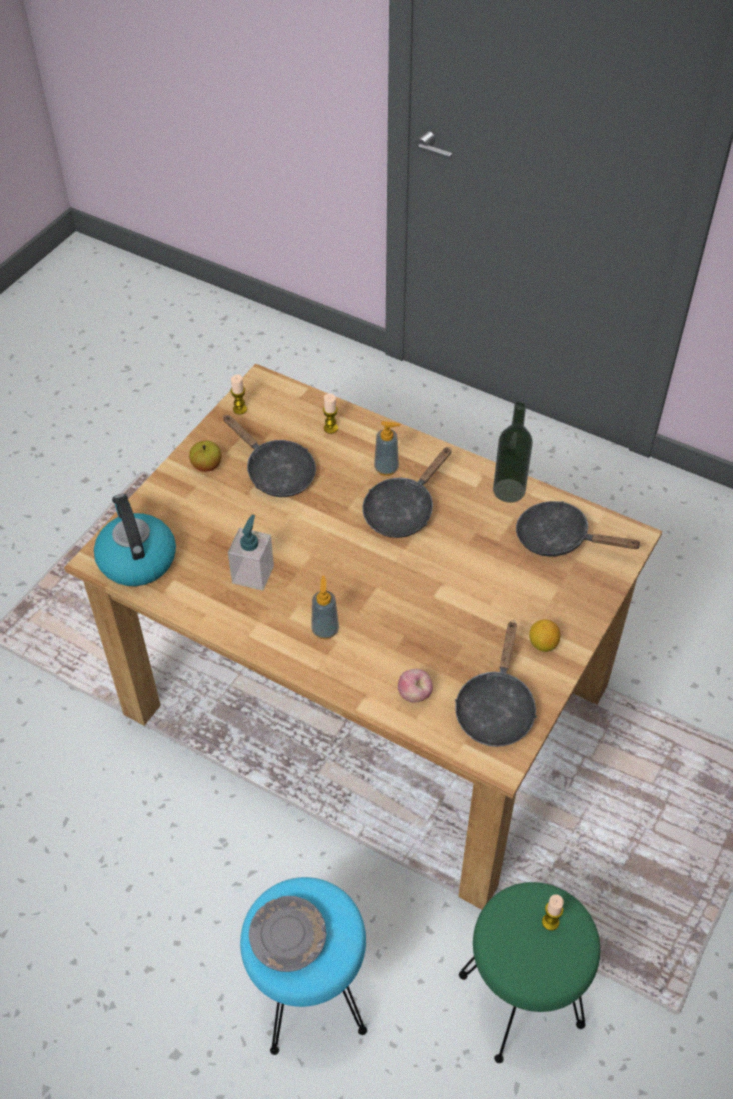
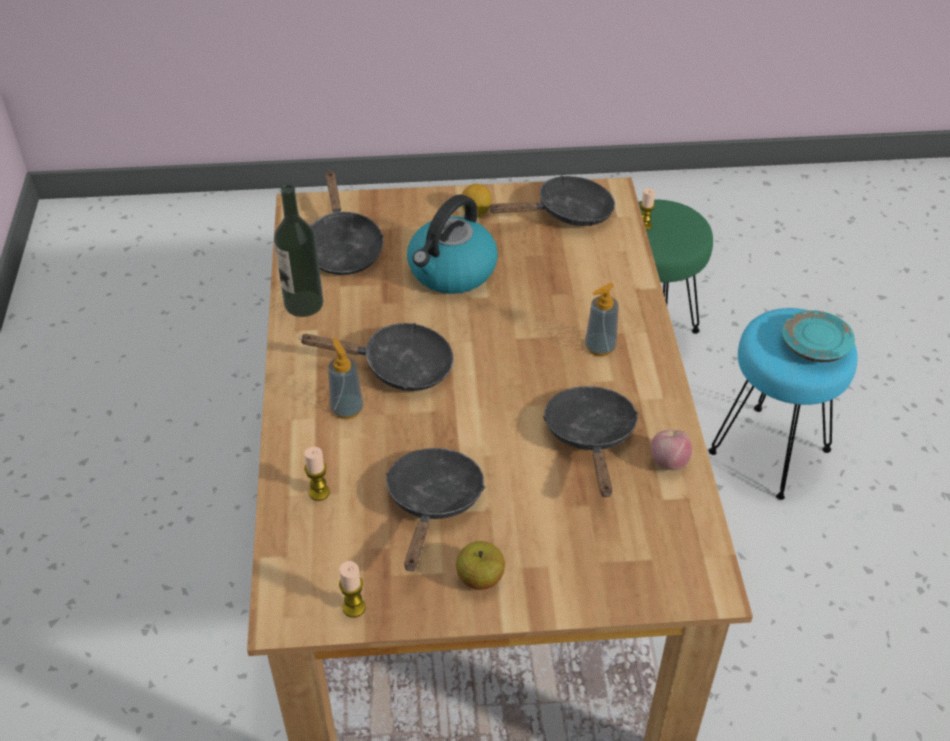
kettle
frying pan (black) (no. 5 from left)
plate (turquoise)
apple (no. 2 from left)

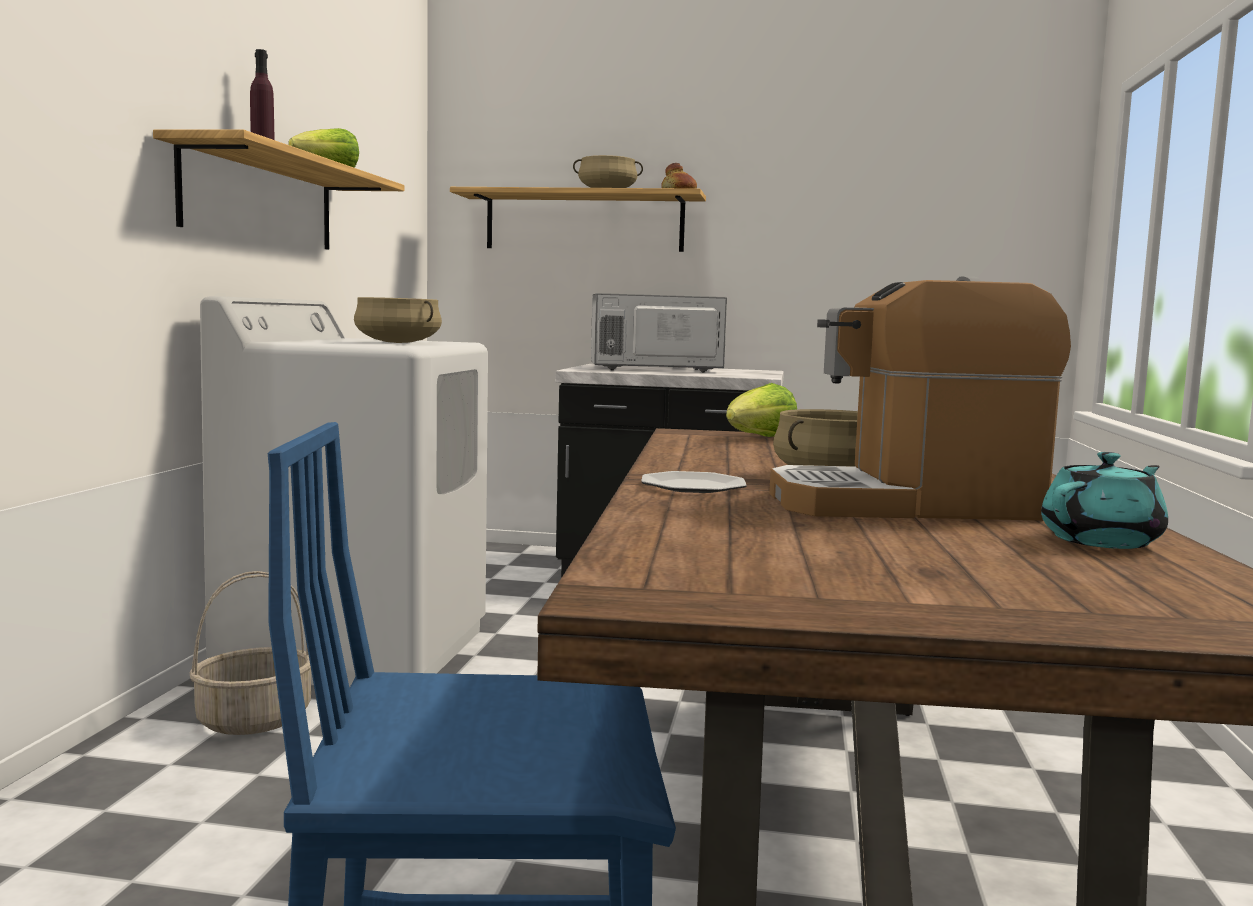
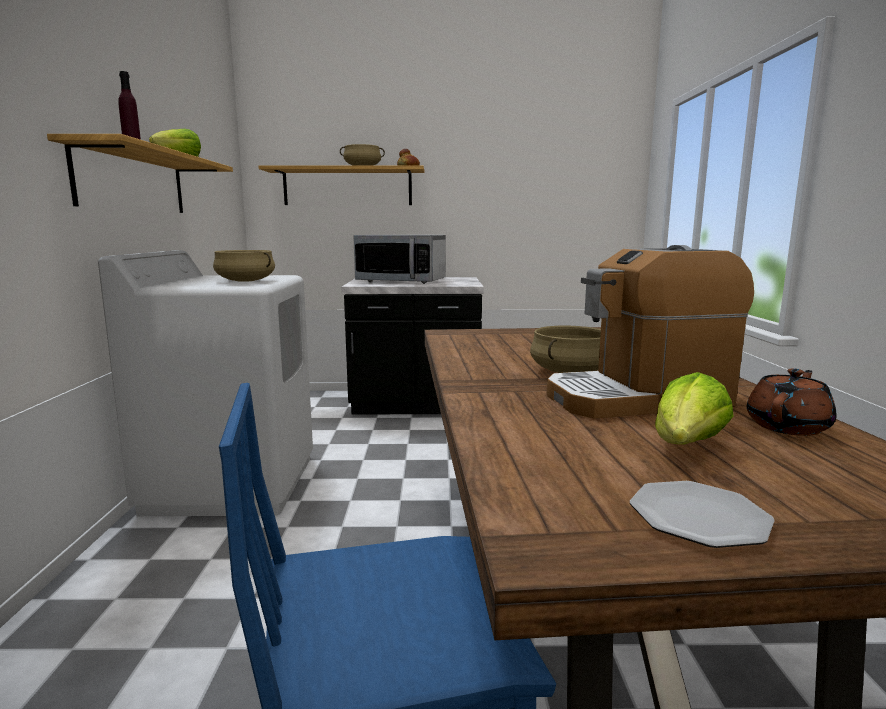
basket
microwave
plate
lettuce (no. 2 from left)
teapot (brown)

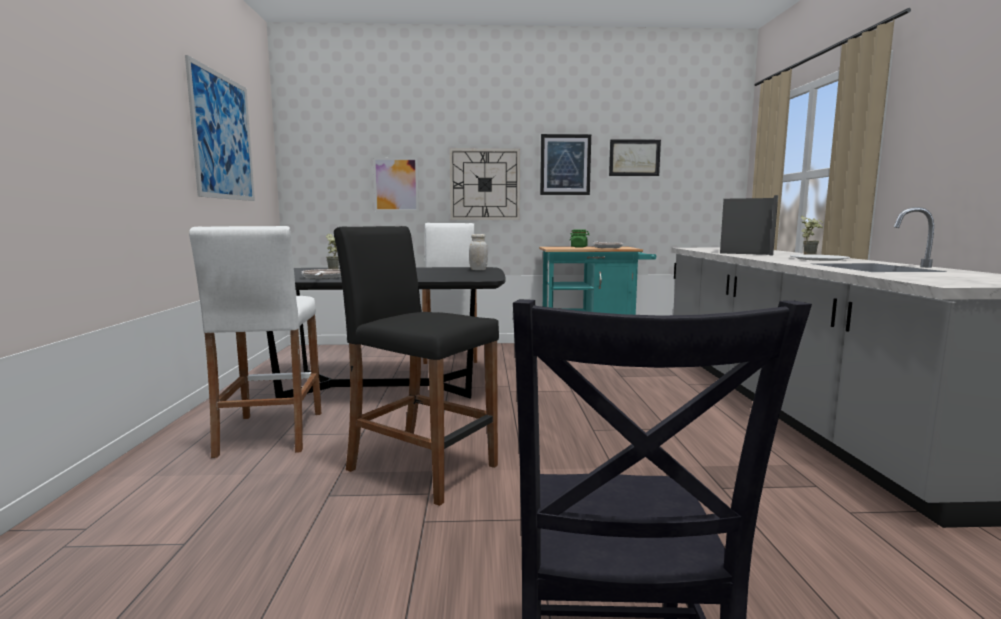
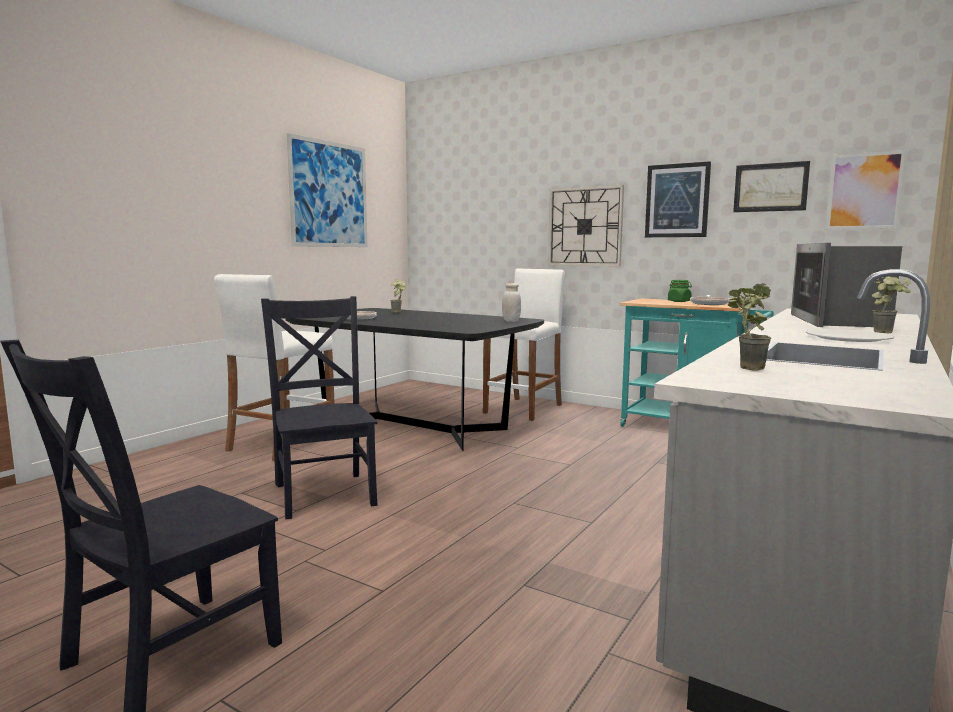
chair (black) (no. 2 from left)
picture (no. 4 from left)
microwave
potted plant (no. 2 from left)

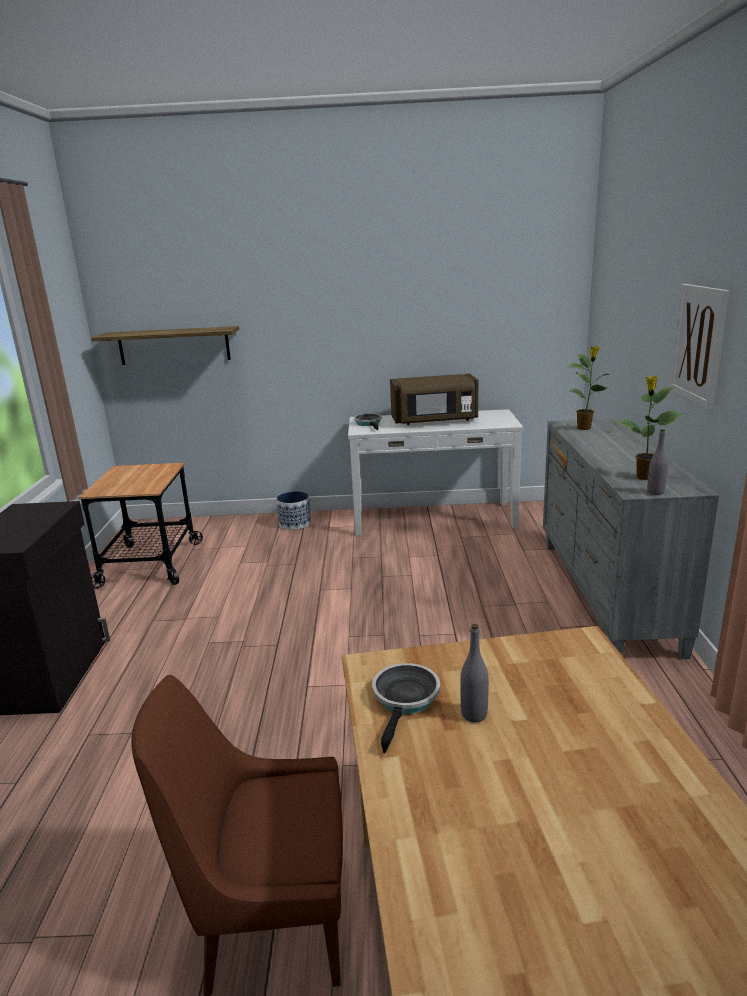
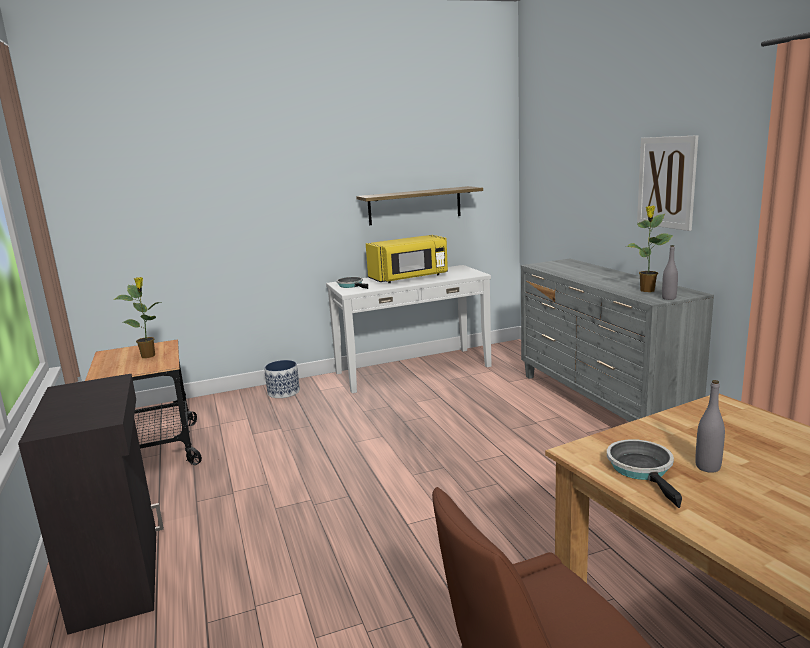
shelf
microwave (yellow)
potted plant (no. 1 from left)

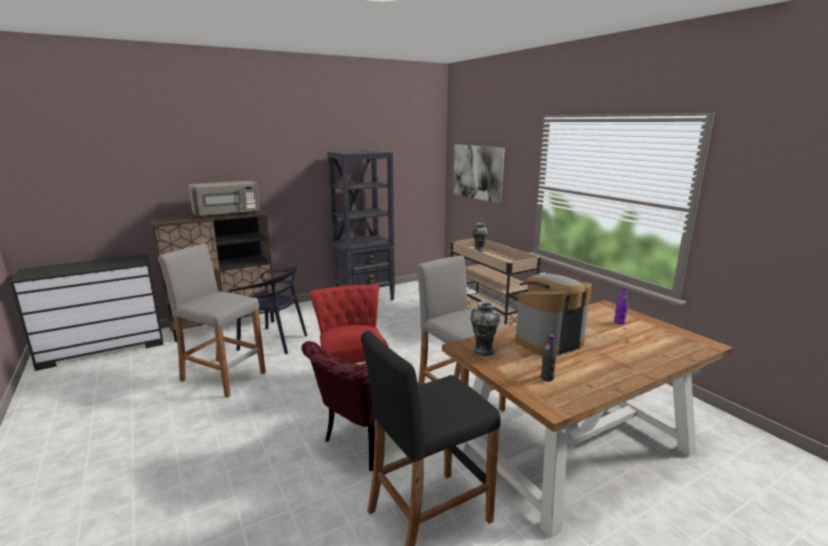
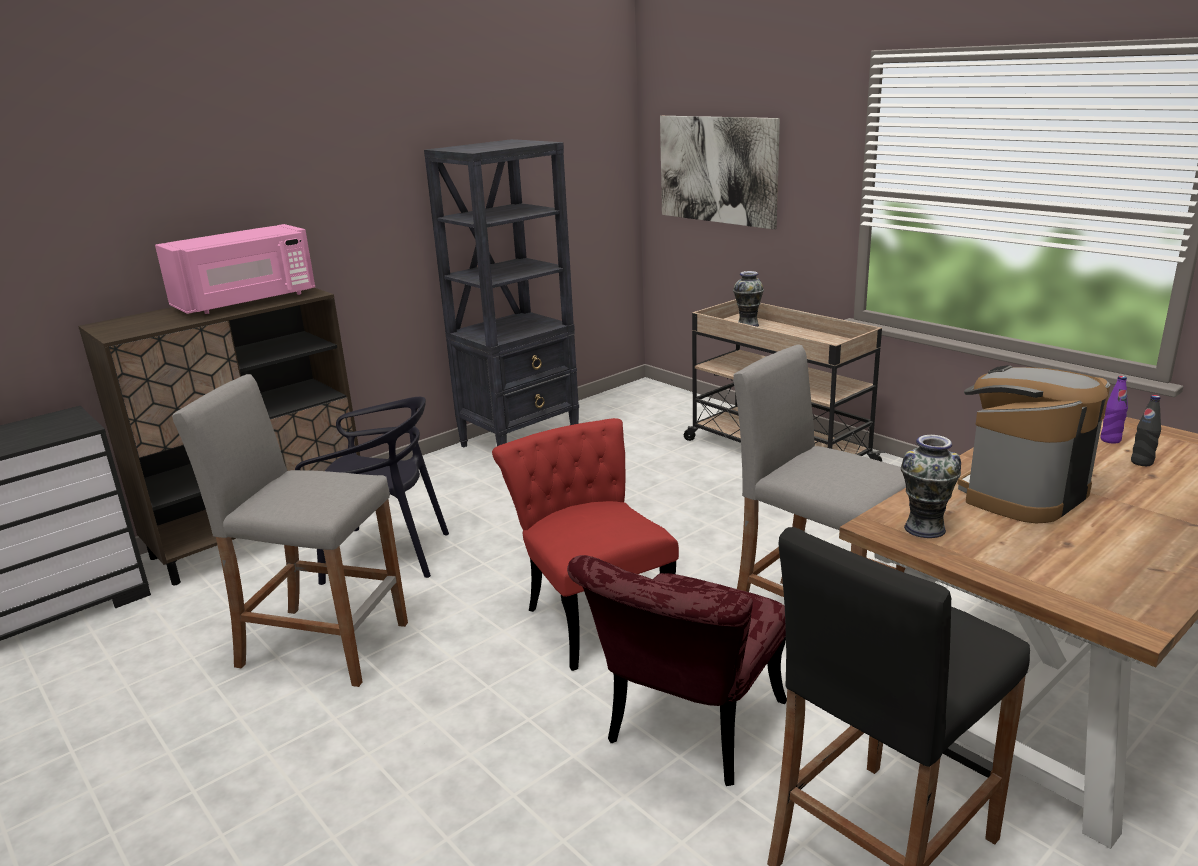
microwave (pink)
bottle (black)

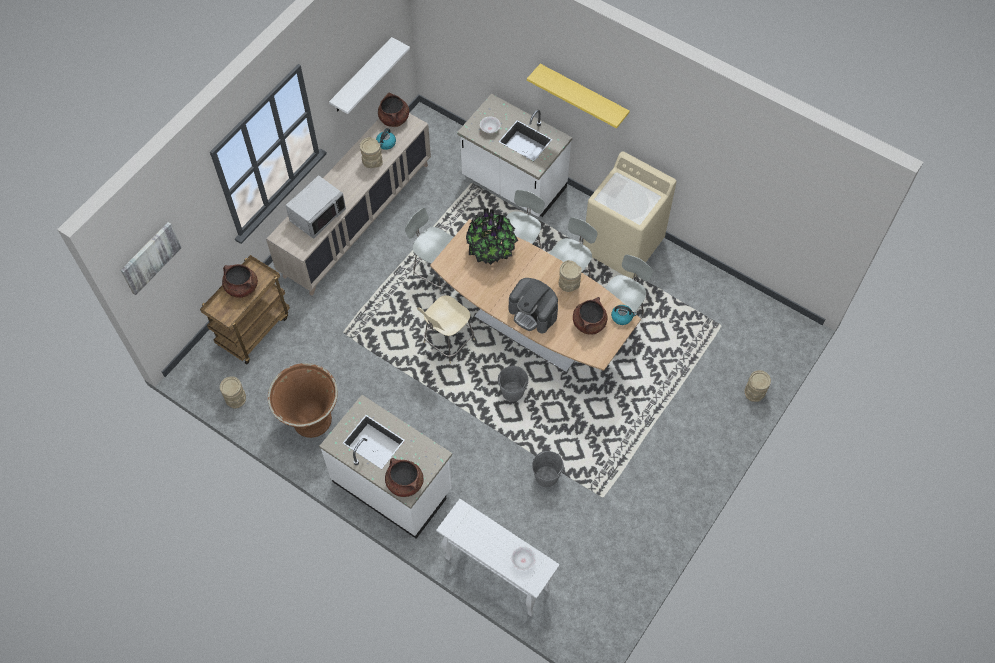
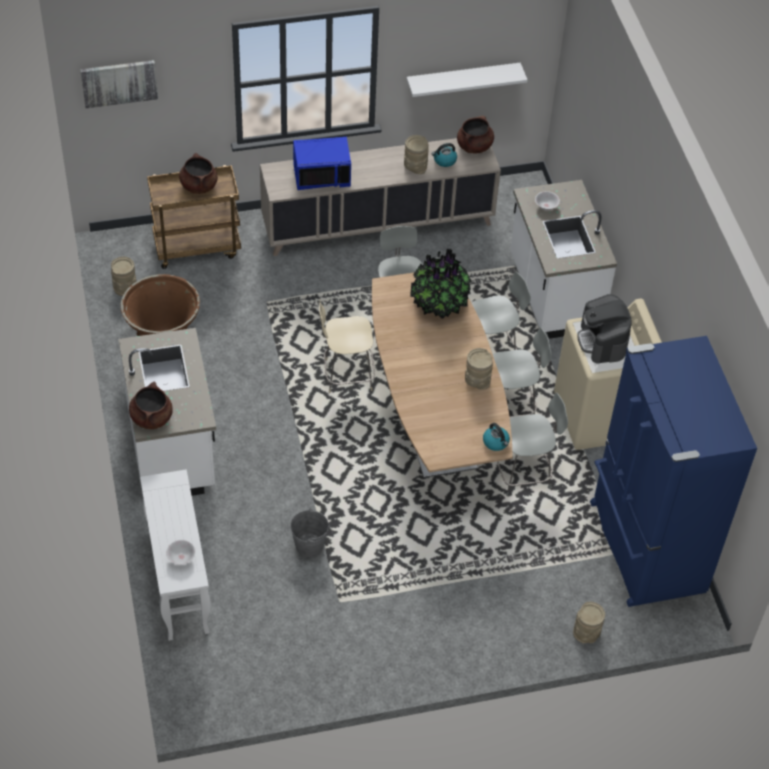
microwave (blue)
bucket (grey) (no. 1 from left in the first image)
coffee machine
shelf (yellow)
cooking pot (brown) (no. 4 from left in the first image)
fridge (blue)

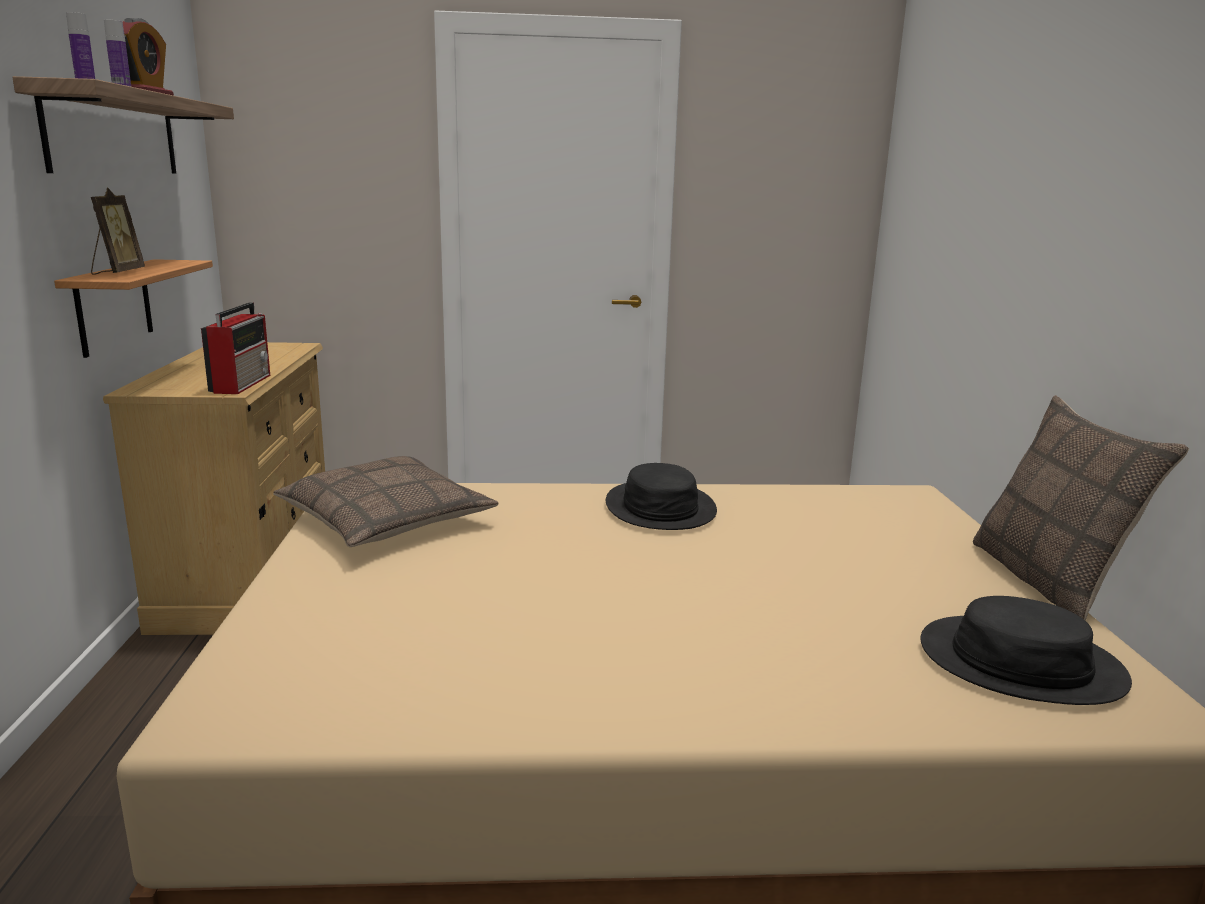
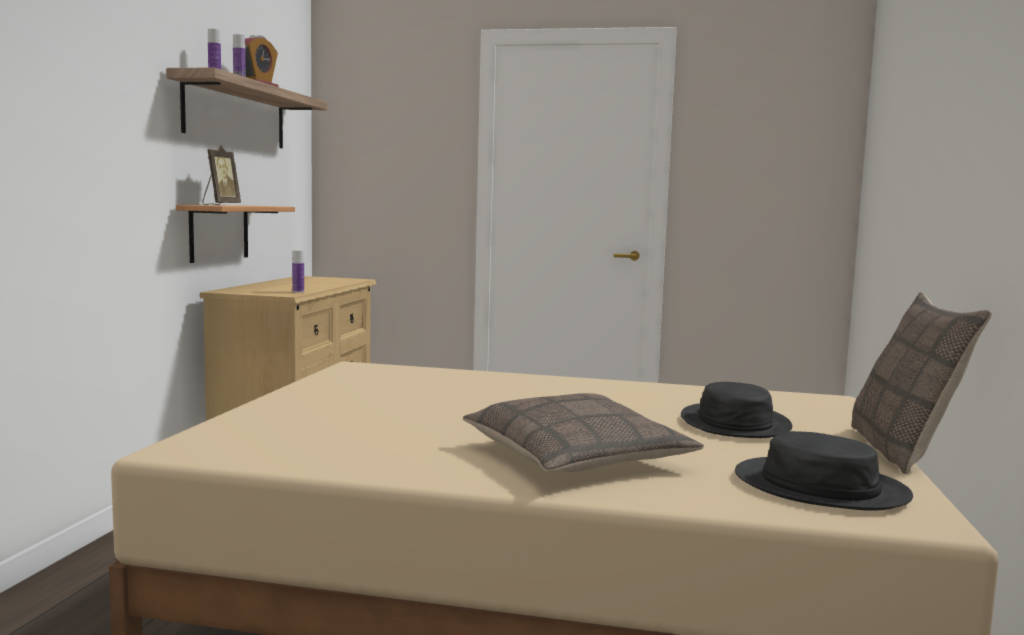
bottle (no. 3 from left)
pillow (no. 1 from left)
hat (black) (no. 1 from left)

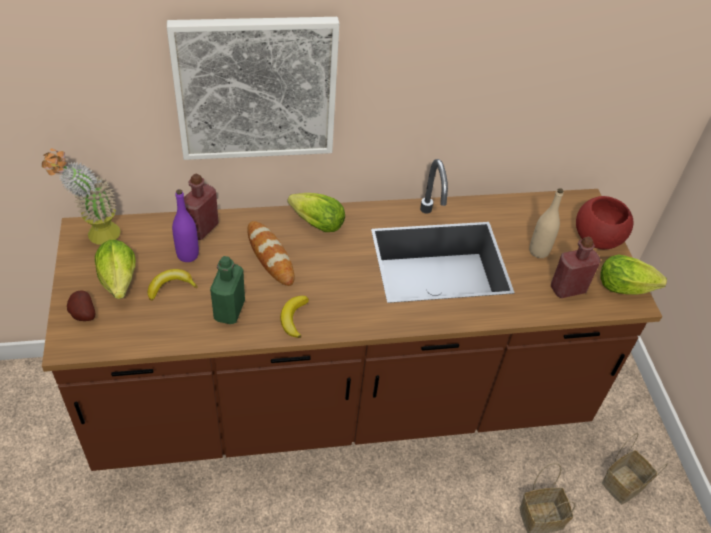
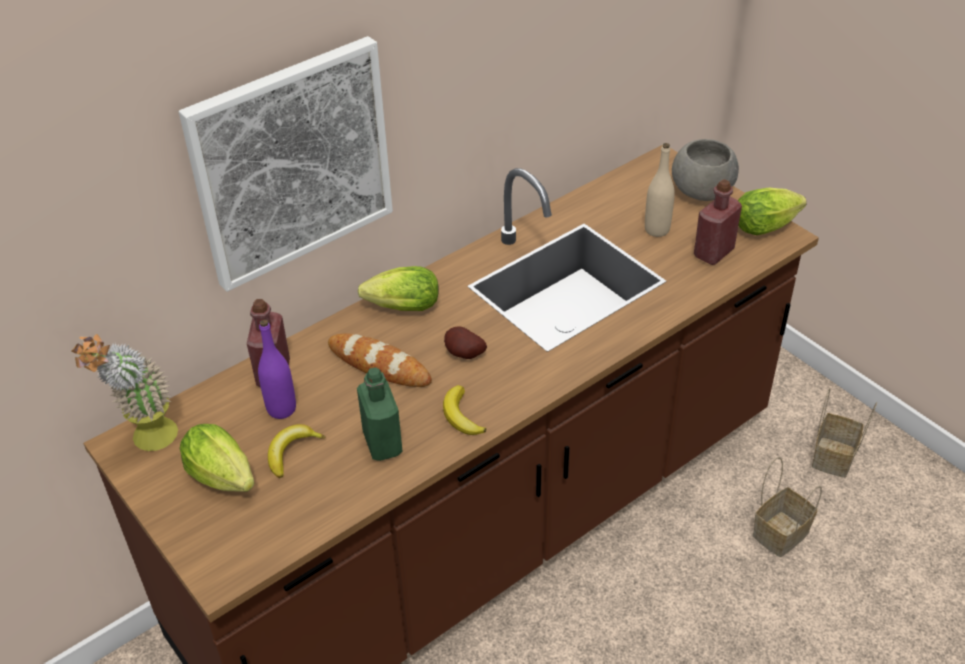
potato
bowl (grey)

